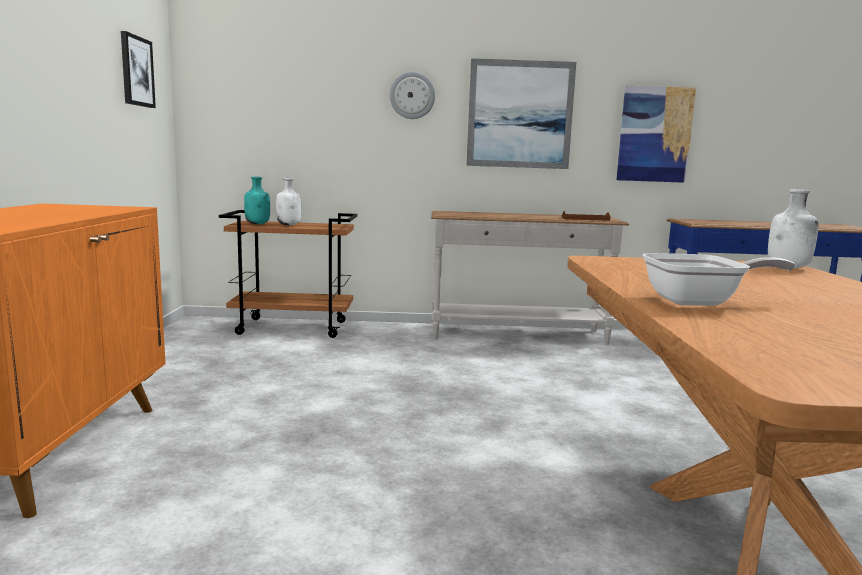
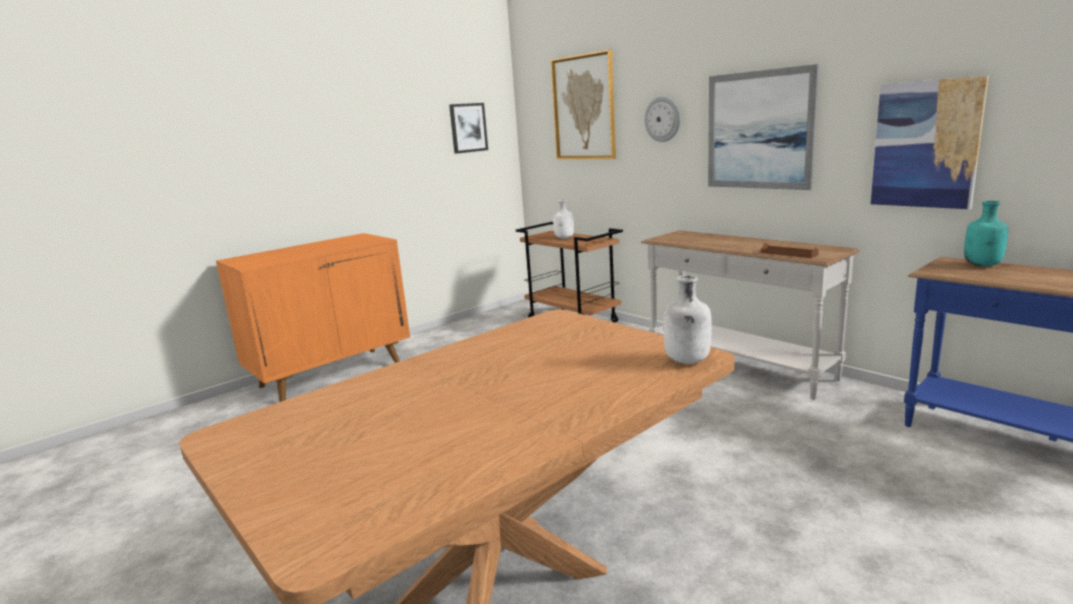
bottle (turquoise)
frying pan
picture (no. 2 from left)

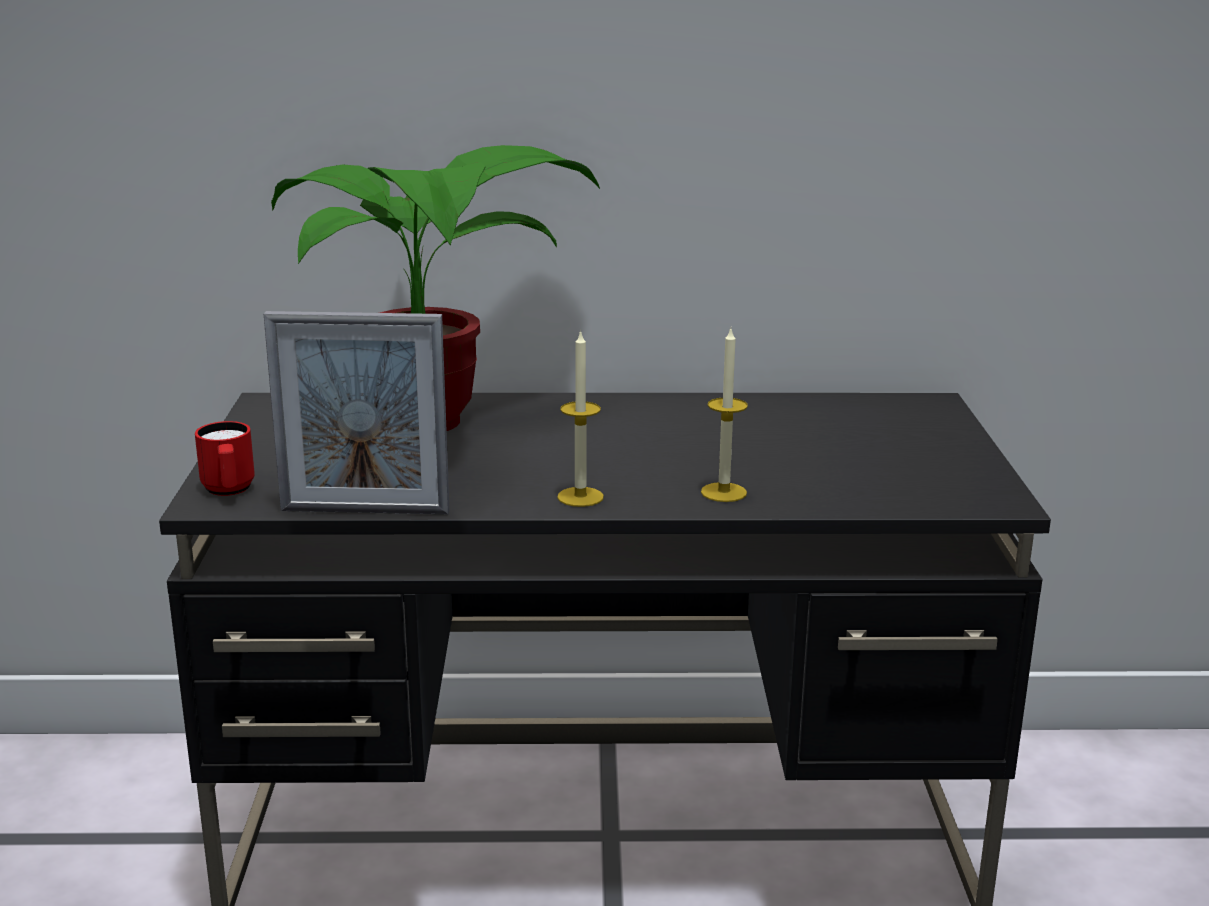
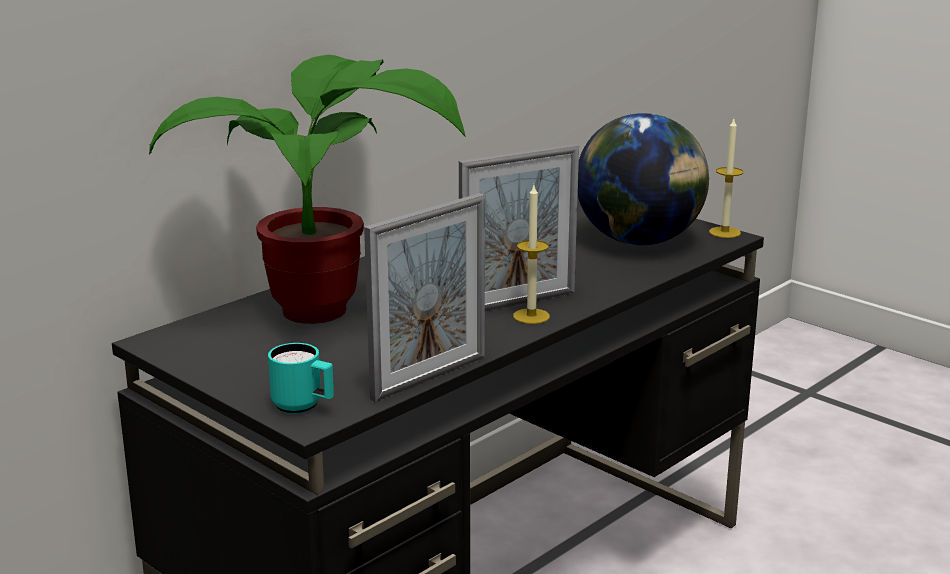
mug (turquoise)
candle (no. 2 from left)
picture frame (no. 2 from left)
globe

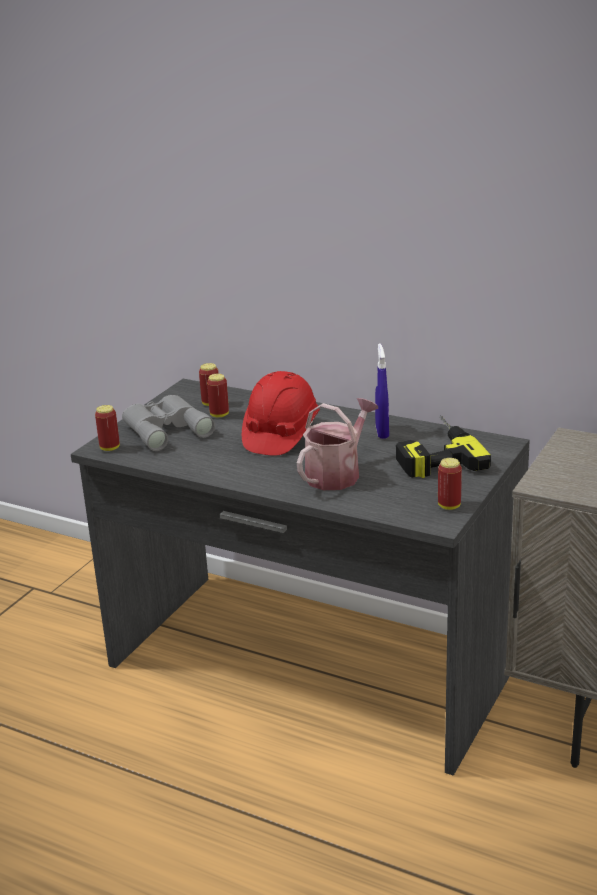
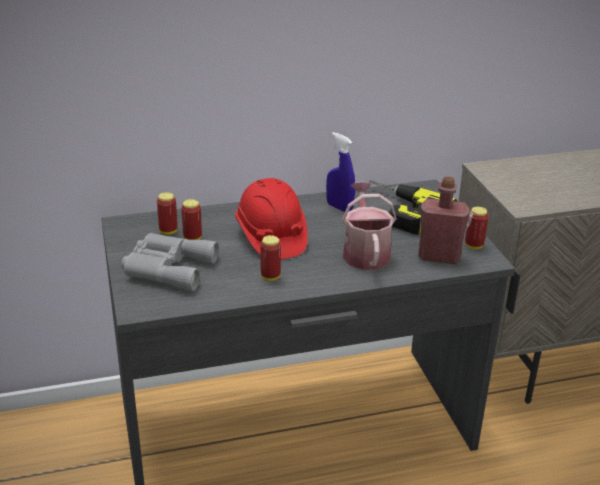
can (no. 3 from left)
bottle (red)

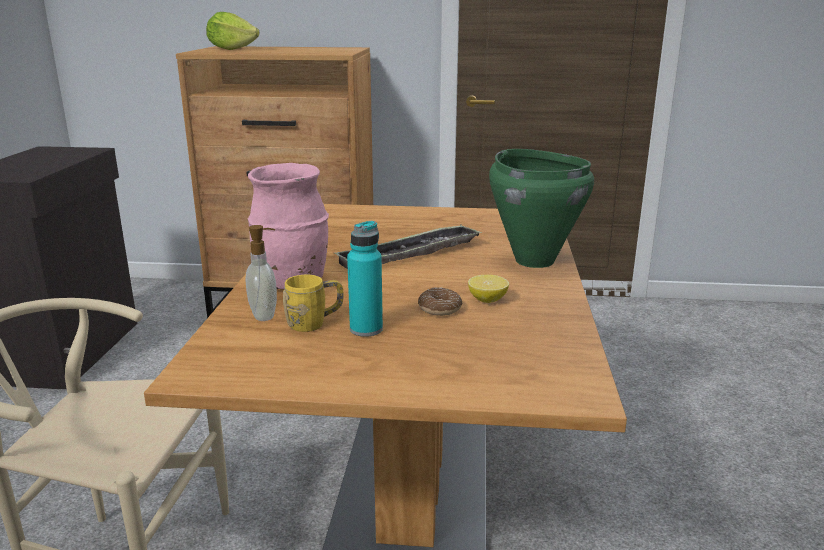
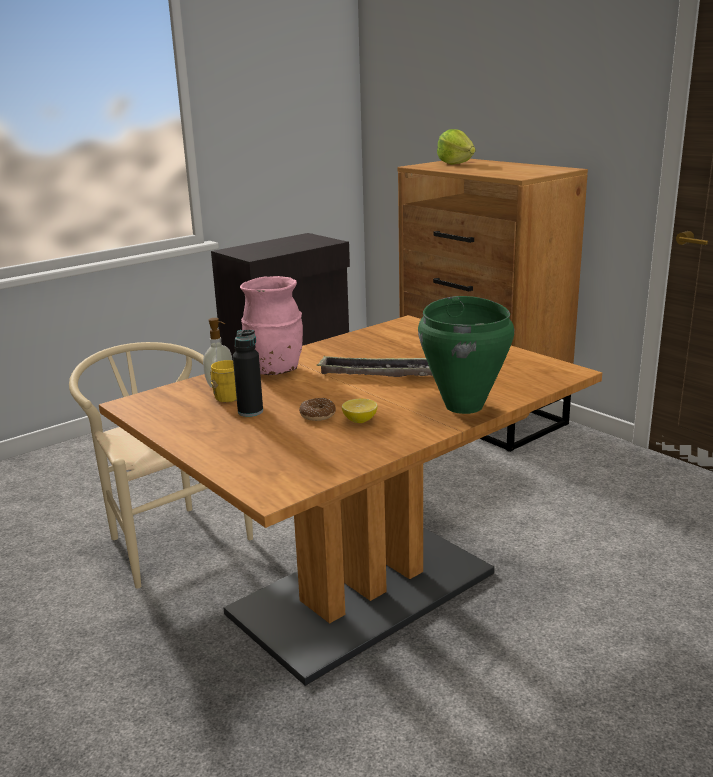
bottle (black)

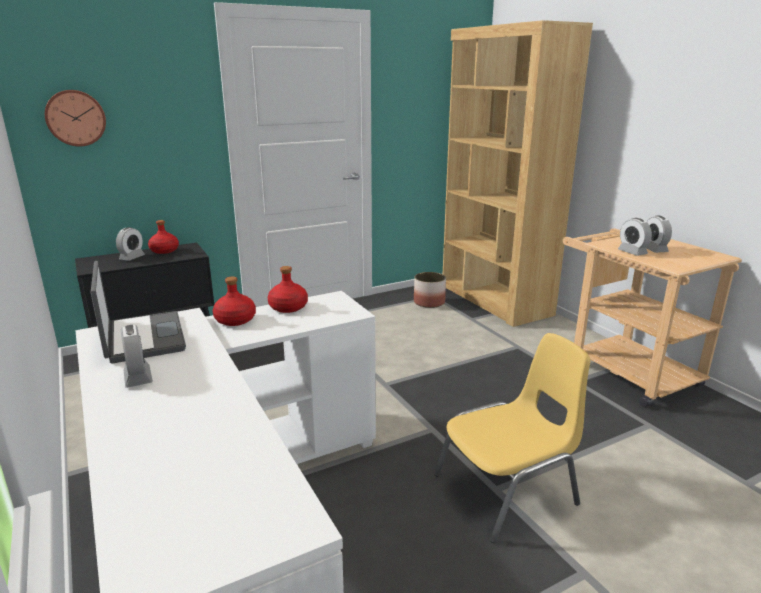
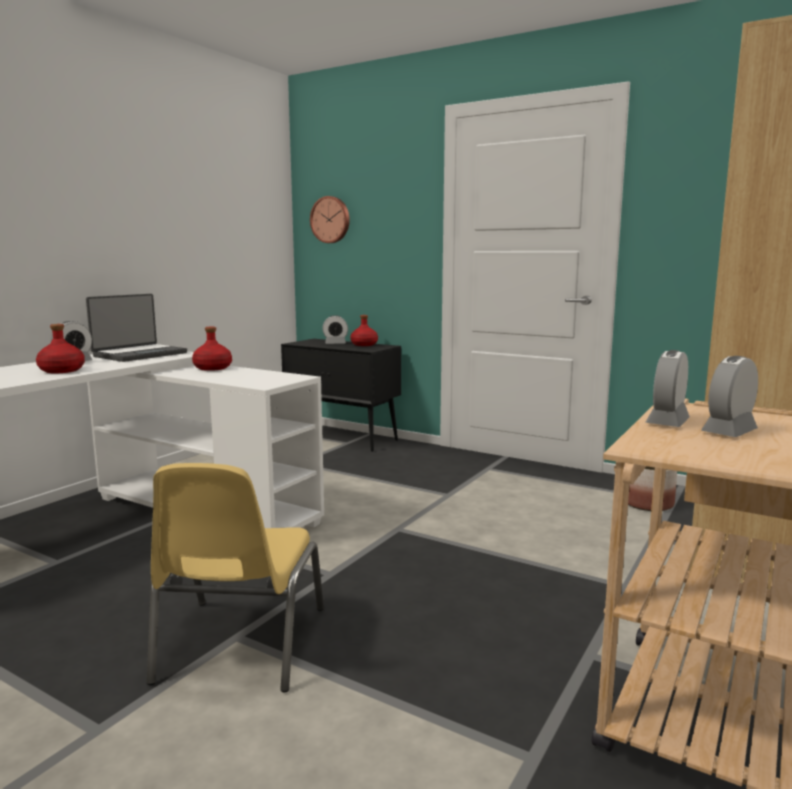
bottle (red) (no. 1 from left)
chair (yellow)

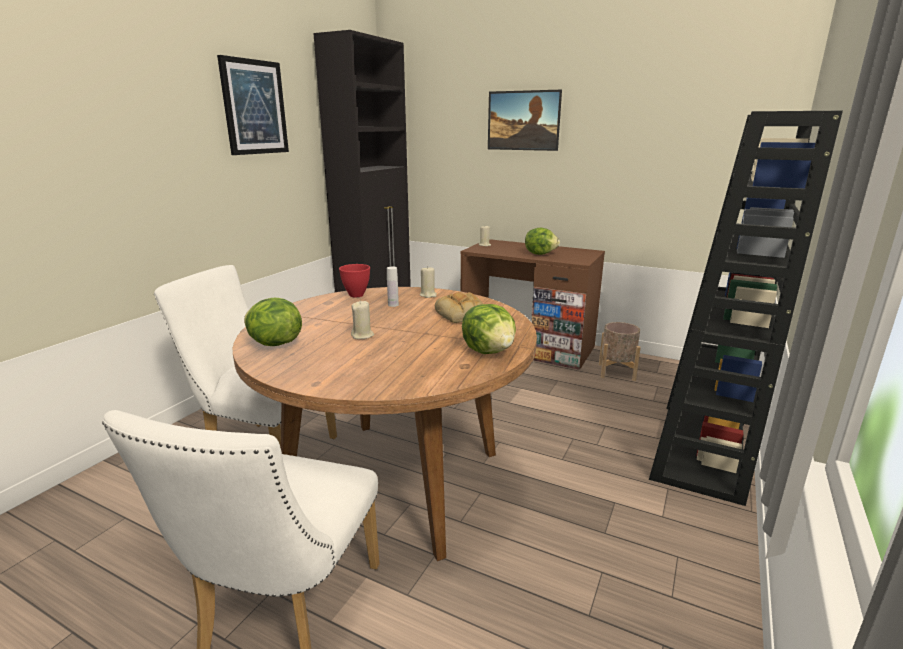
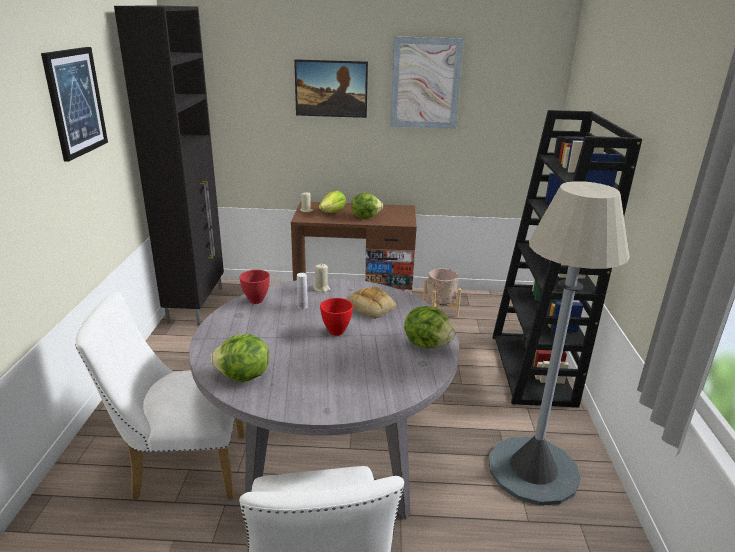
dining table (grey)
candle (beige) (no. 1 from left in the first image)
lettuce (no. 2 from left)
bowl (red) (no. 2 from left)
picture (no. 3 from left)
floor lamp (grey)

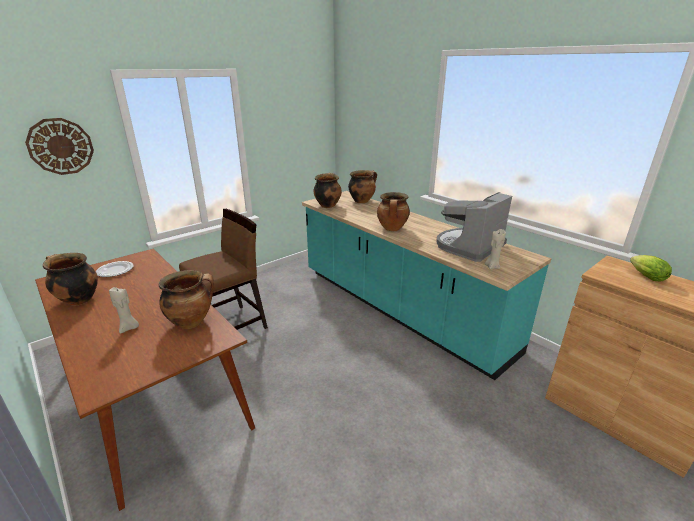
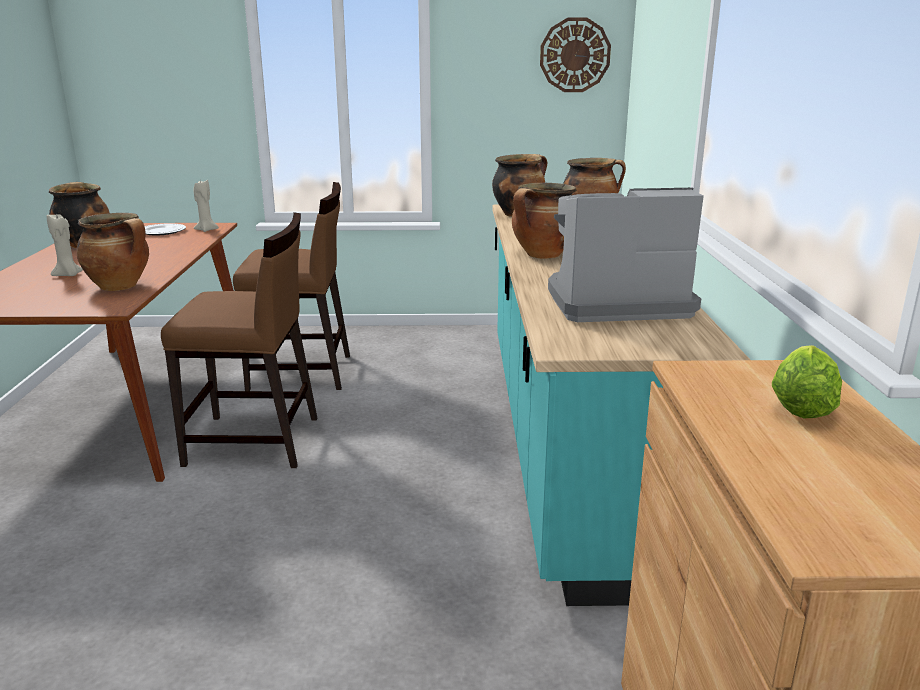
wall clock
candle (beige) (no. 2 from left)
chair (brown) (no. 1 from left)

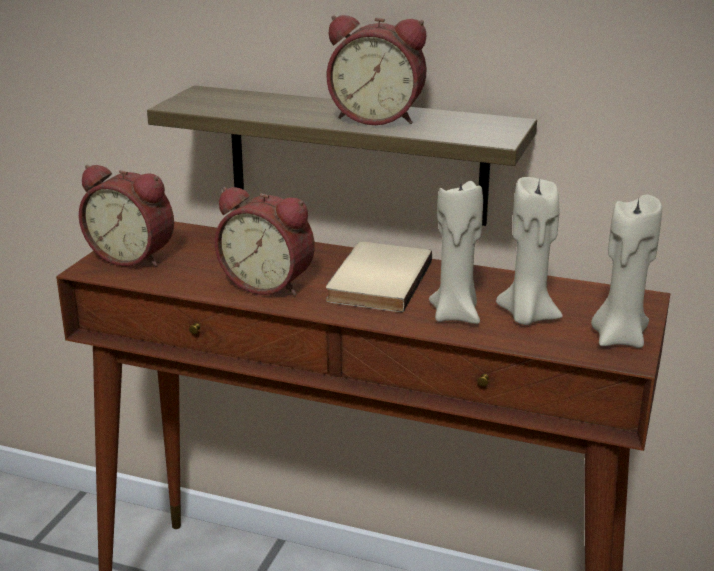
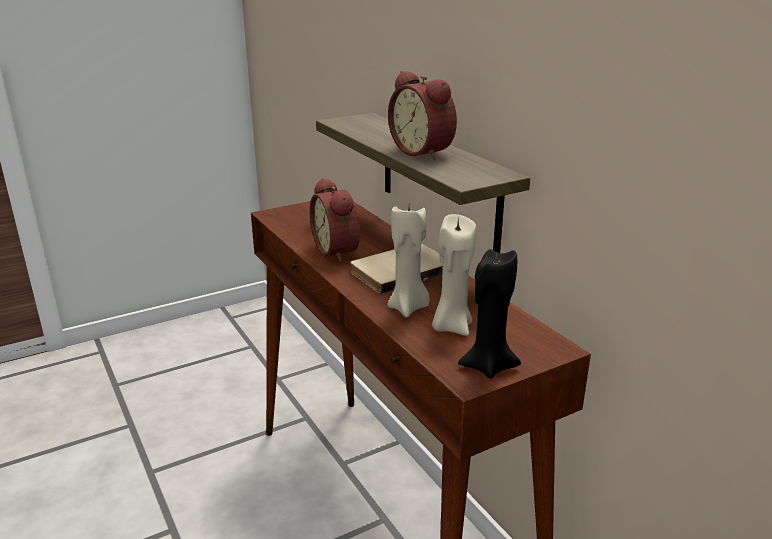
alarm clock (no. 1 from left in the first image)
candle (black)

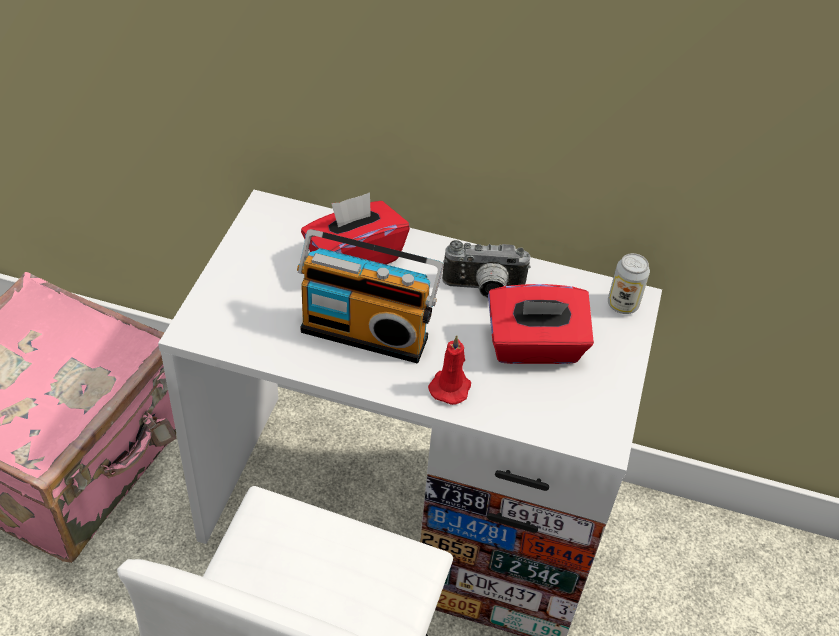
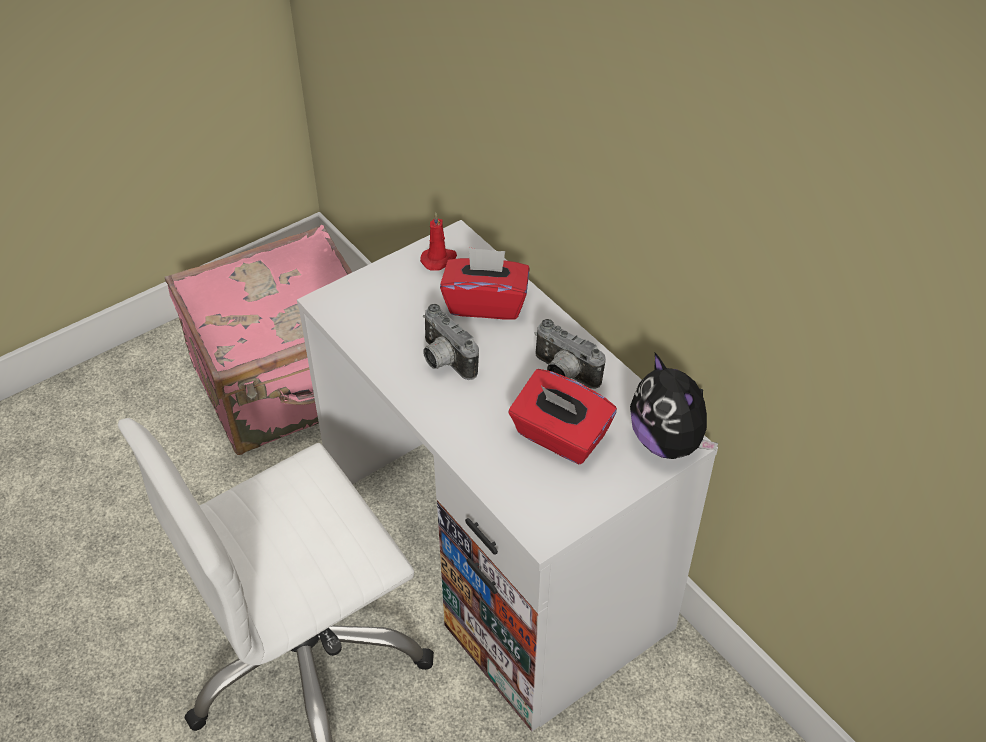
photo camera (no. 1 from left)
candle (red)
plush toy

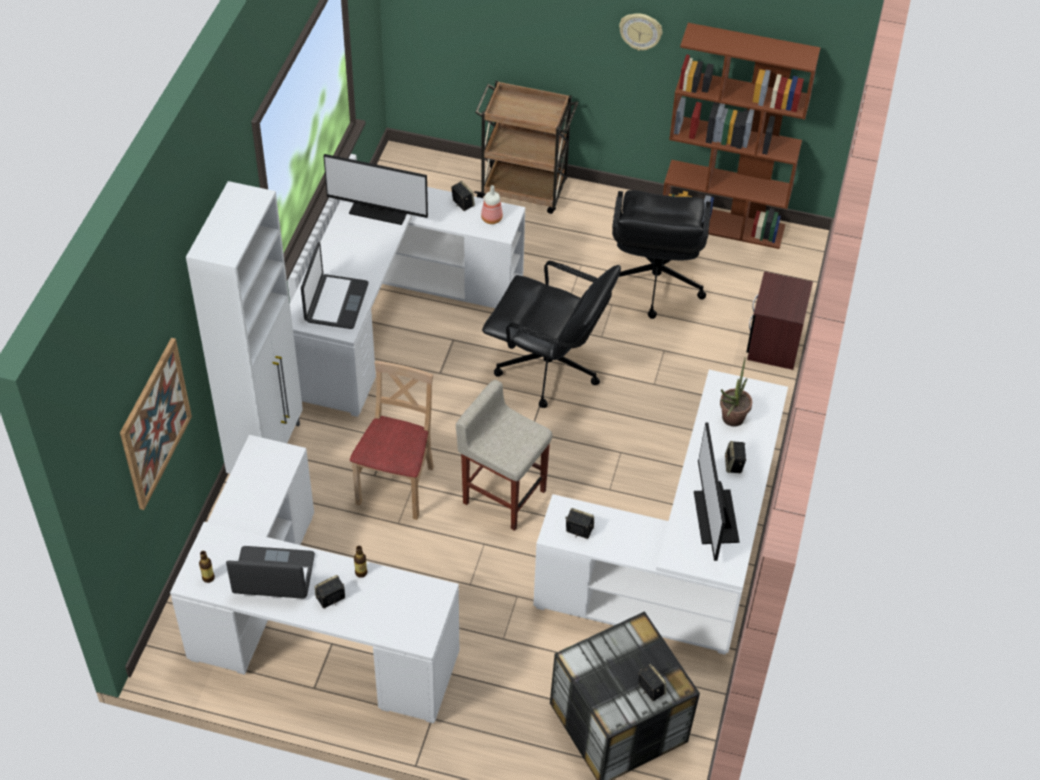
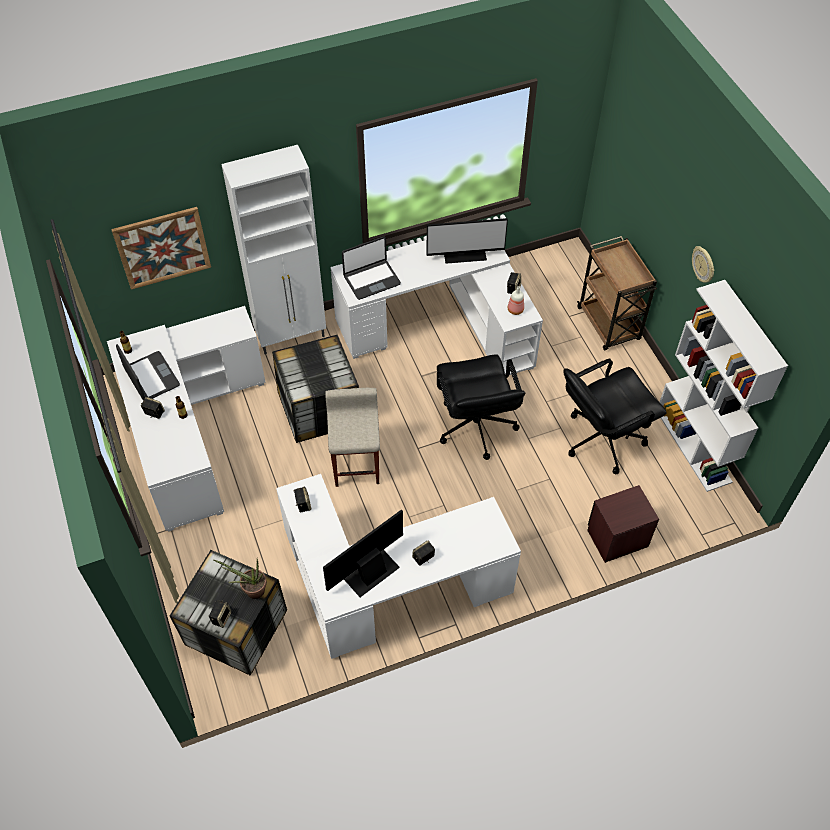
monitor (no. 2 from left)
storage box (no. 2 from left)
bookcase (white)
potted plant

